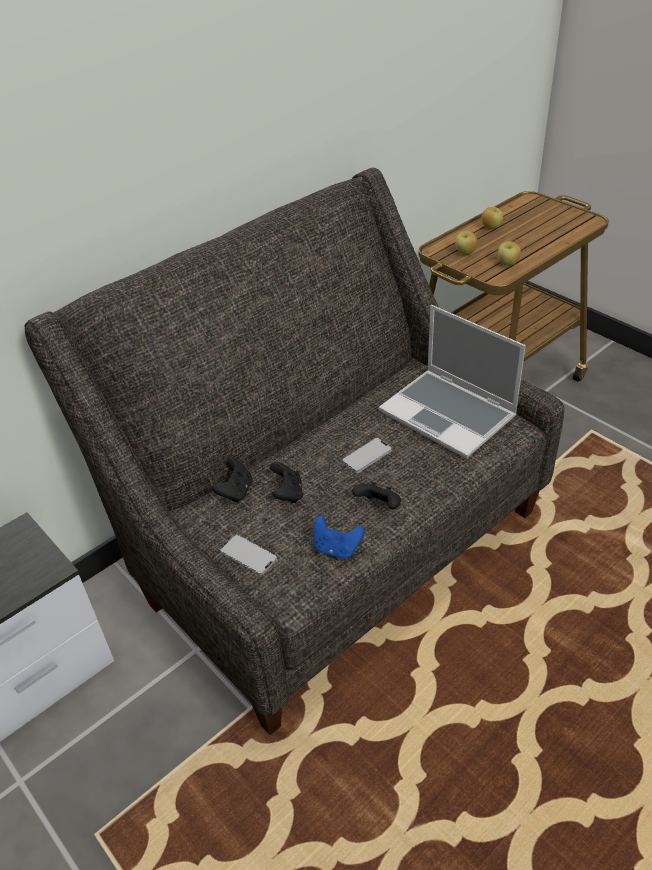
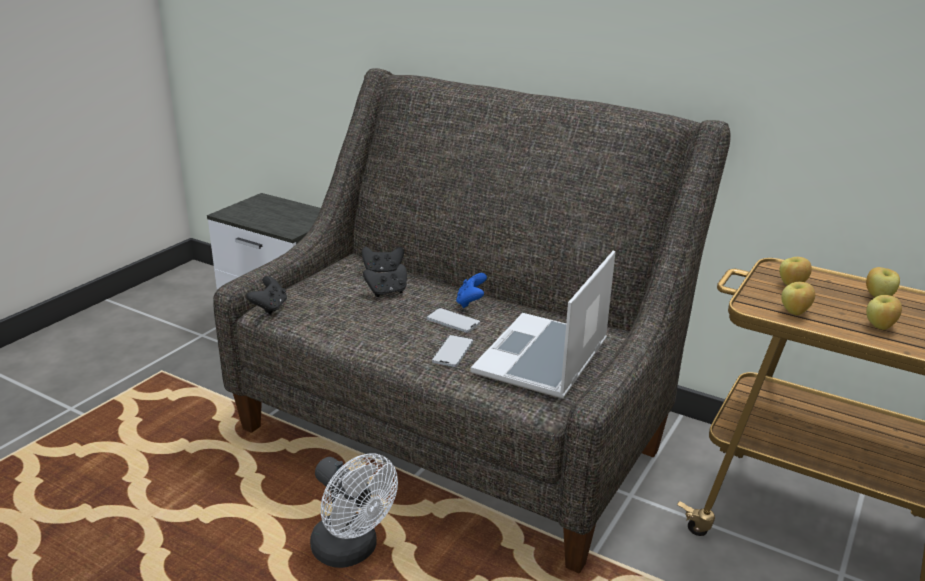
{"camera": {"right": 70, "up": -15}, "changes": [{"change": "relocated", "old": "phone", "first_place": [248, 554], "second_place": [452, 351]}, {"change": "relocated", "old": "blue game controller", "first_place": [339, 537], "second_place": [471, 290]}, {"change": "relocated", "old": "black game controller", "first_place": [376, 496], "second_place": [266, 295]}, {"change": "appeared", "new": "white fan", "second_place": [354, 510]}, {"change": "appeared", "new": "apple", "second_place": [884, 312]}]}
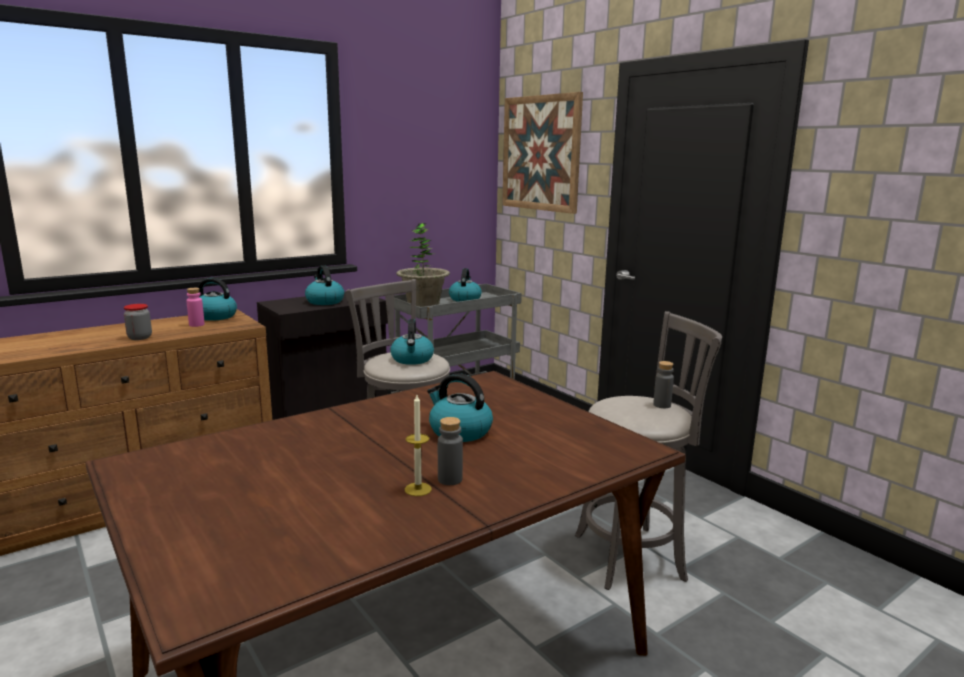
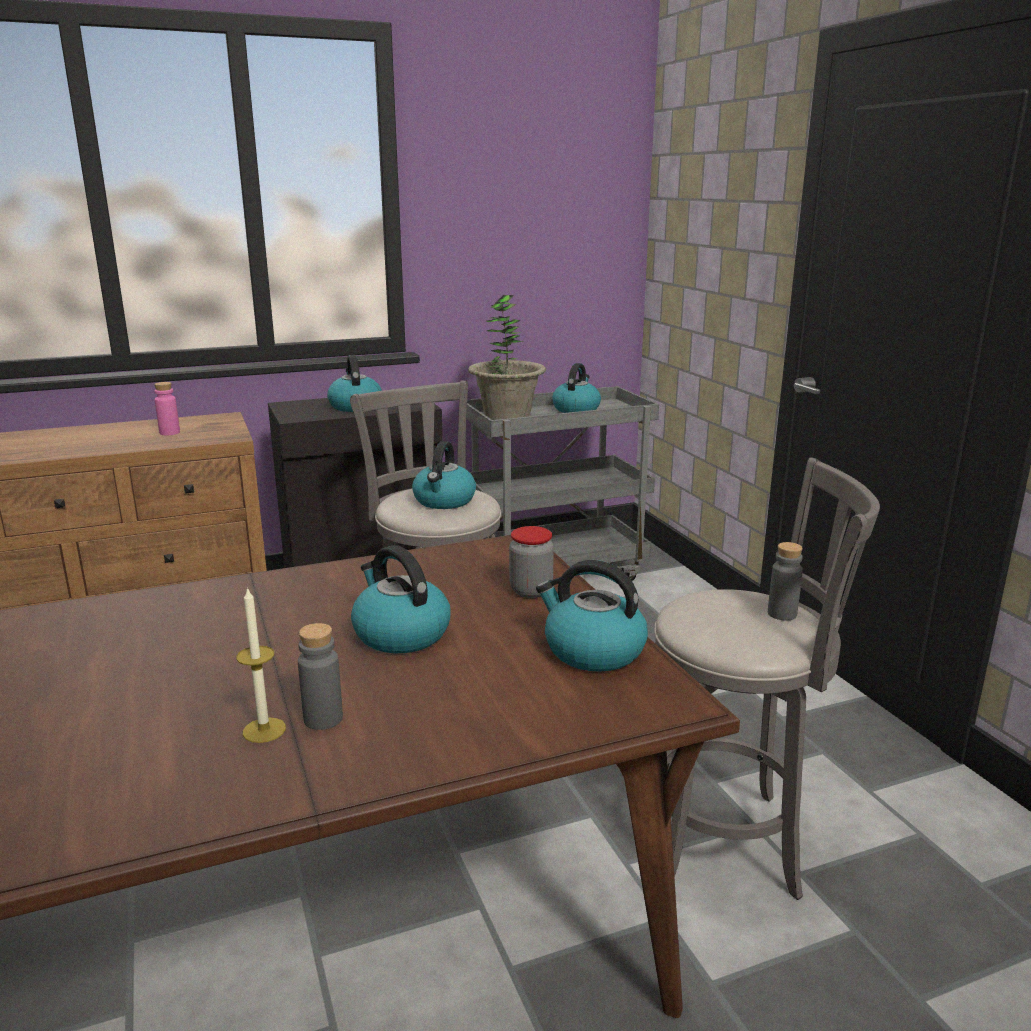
{"camera": {"right": 15, "up": 5}, "changes": [{"change": "relocated", "old": "jar", "first_place": [138, 322], "second_place": [531, 562]}, {"change": "relocated", "old": "kettle", "first_place": [217, 299], "second_place": [592, 616]}, {"change": "missing", "old": "picture", "first_place": [542, 153]}]}
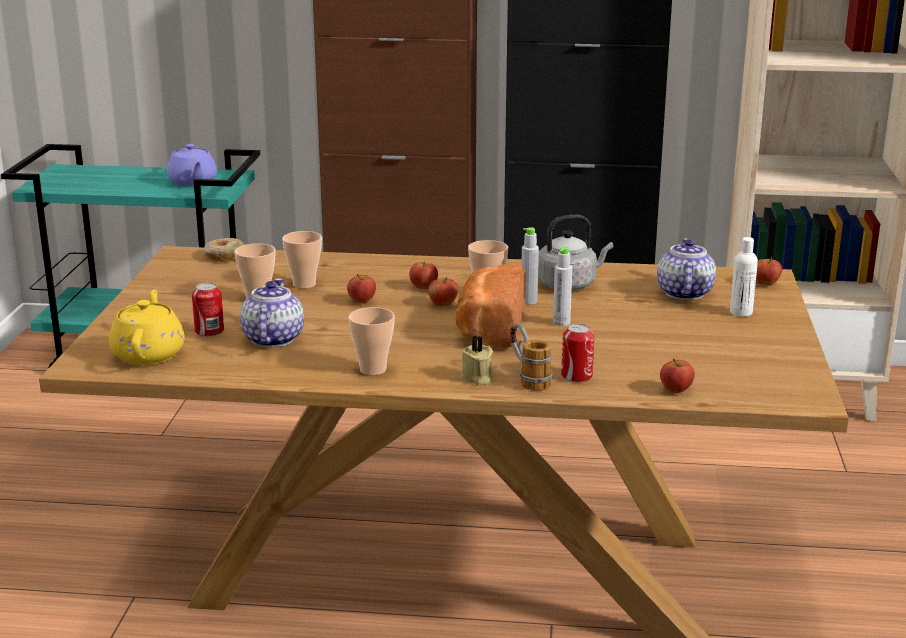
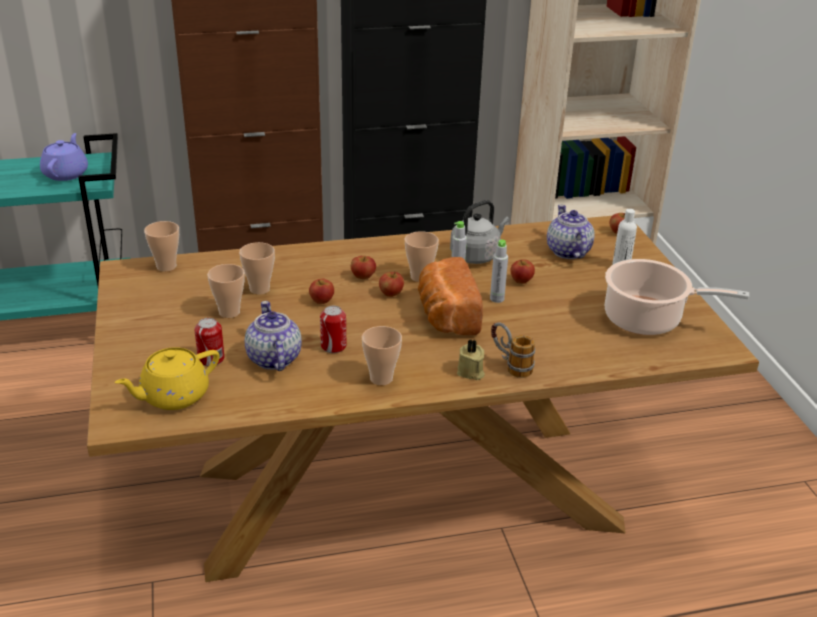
{"camera": {"right": -20, "up": 10}, "changes": [{"change": "spun", "old": "yellow teapot", "first_place": [147, 327], "second_place": [167, 378], "degrees": -105}, {"change": "spun", "old": "purple teapot", "first_place": [192, 165], "second_place": [64, 157], "degrees": -135}, {"change": "exchanged", "old": "donut", "new": "cup", "first_place": [224, 250], "second_place": [161, 246]}, {"change": "relocated", "old": "can", "first_place": [577, 353], "second_place": [333, 329]}, {"change": "relocated", "old": "apple", "first_place": [677, 375], "second_place": [522, 271]}, {"change": "appeared", "new": "cooking pot", "second_place": [677, 297]}]}
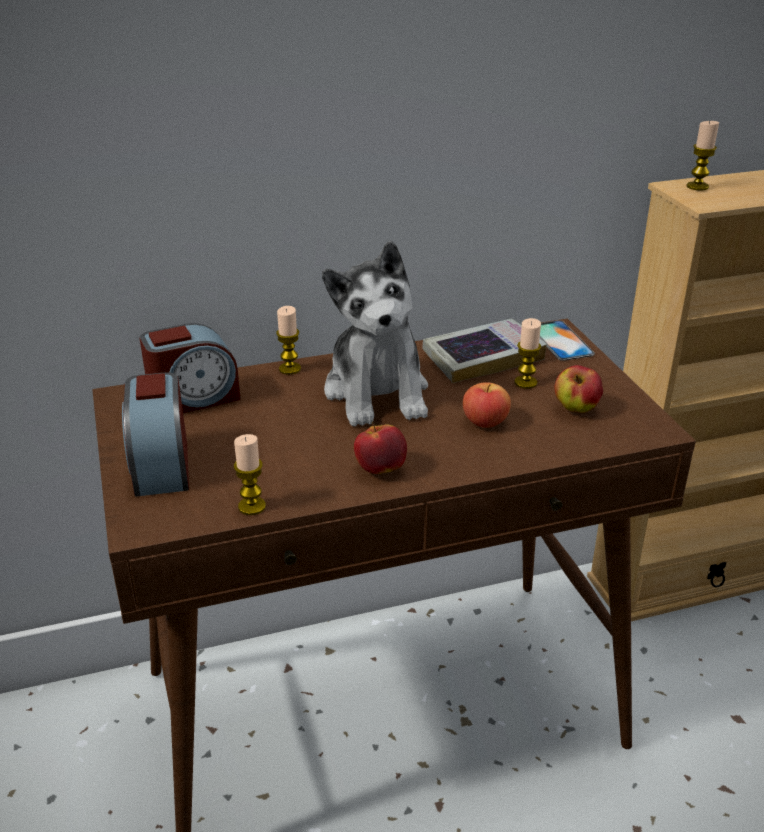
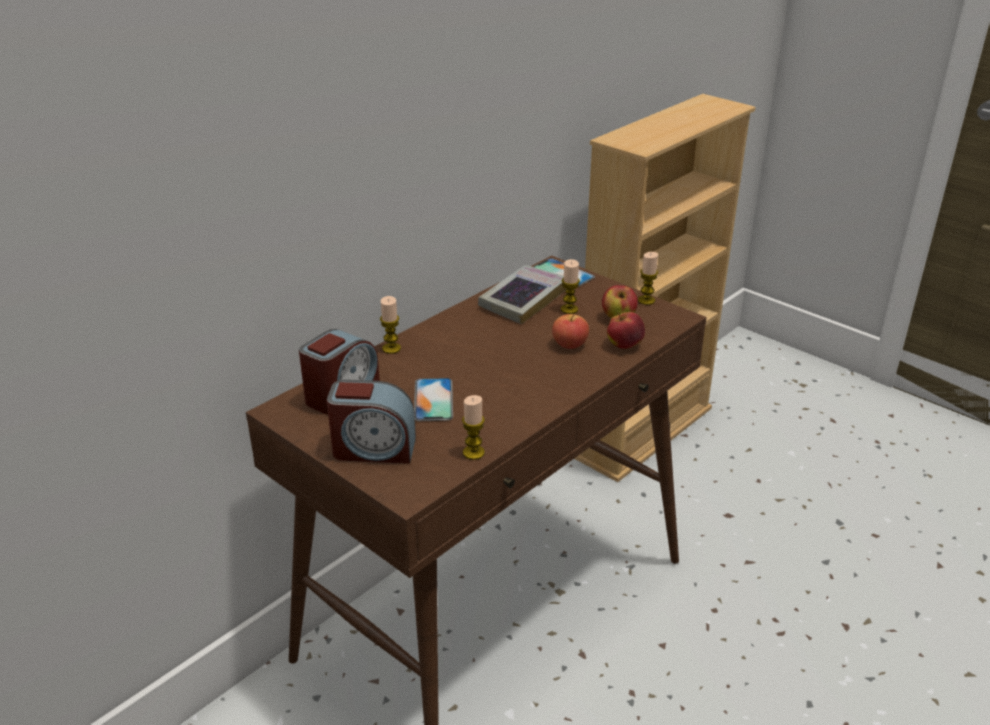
{"camera": {"right": -30, "up": 0}, "changes": [{"change": "spun", "old": "alarm clock", "first_place": [155, 434], "second_place": [371, 421], "degrees": -45}, {"change": "missing", "old": "plush toy", "first_place": [375, 334]}, {"change": "relocated", "old": "apple", "first_place": [380, 448], "second_place": [626, 330]}, {"change": "relocated", "old": "candle", "first_place": [703, 156], "second_place": [648, 278]}, {"change": "appeared", "new": "phone", "second_place": [433, 399]}]}
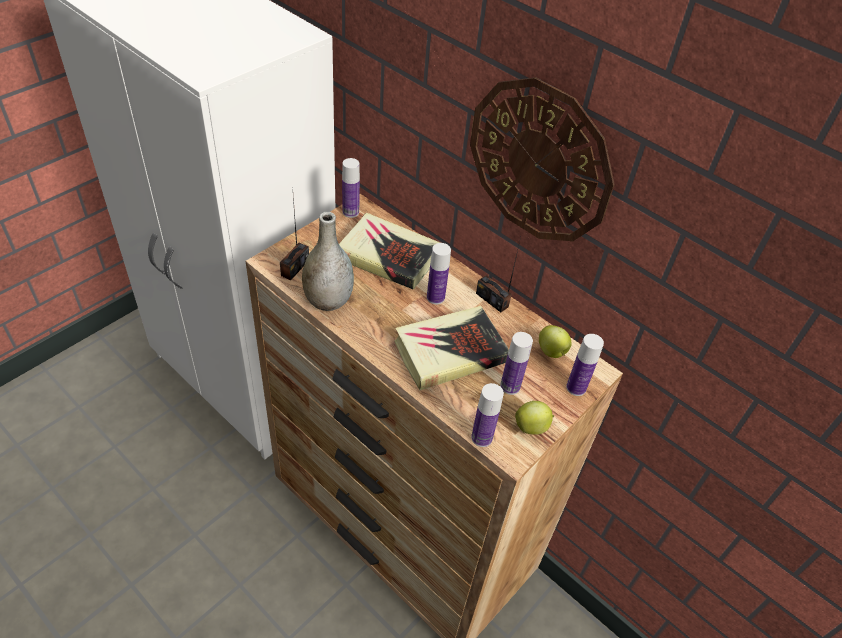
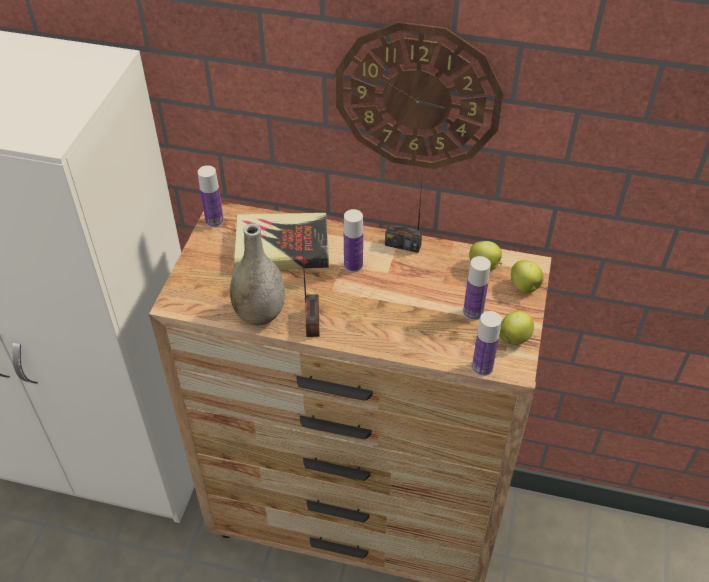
{"camera": {"right": -25, "up": 0}, "changes": [{"change": "relocated", "old": "radio", "first_place": [294, 238], "second_place": [310, 290]}, {"change": "missing", "old": "book", "first_place": [451, 348]}, {"change": "exchanged", "old": "bottle", "new": "apple", "first_place": [585, 365], "second_place": [527, 276]}]}
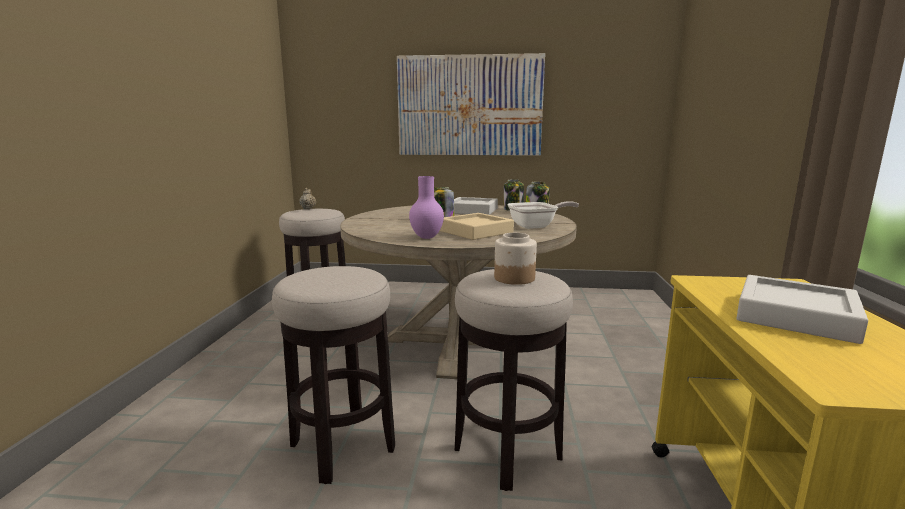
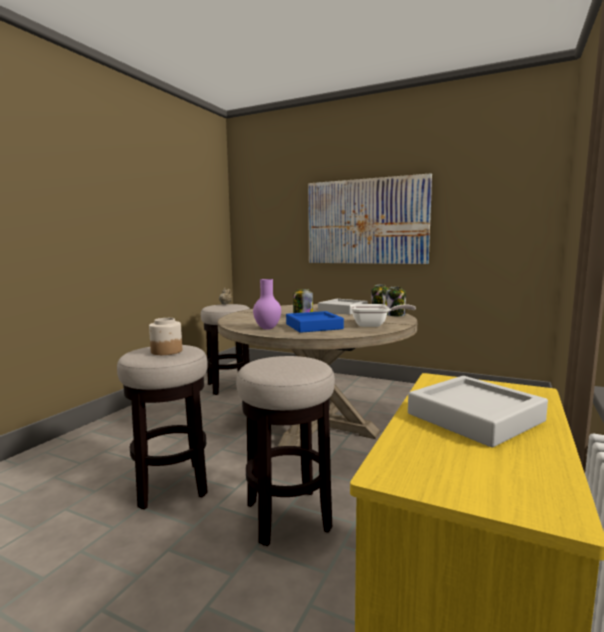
{"camera": {"right": 20, "up": -5}, "changes": [{"change": "colour", "old": "beige tray", "new": "blue tray", "first_place": [477, 226], "second_place": [315, 322]}, {"change": "relocated", "old": "jar", "first_place": [515, 259], "second_place": [165, 336]}]}
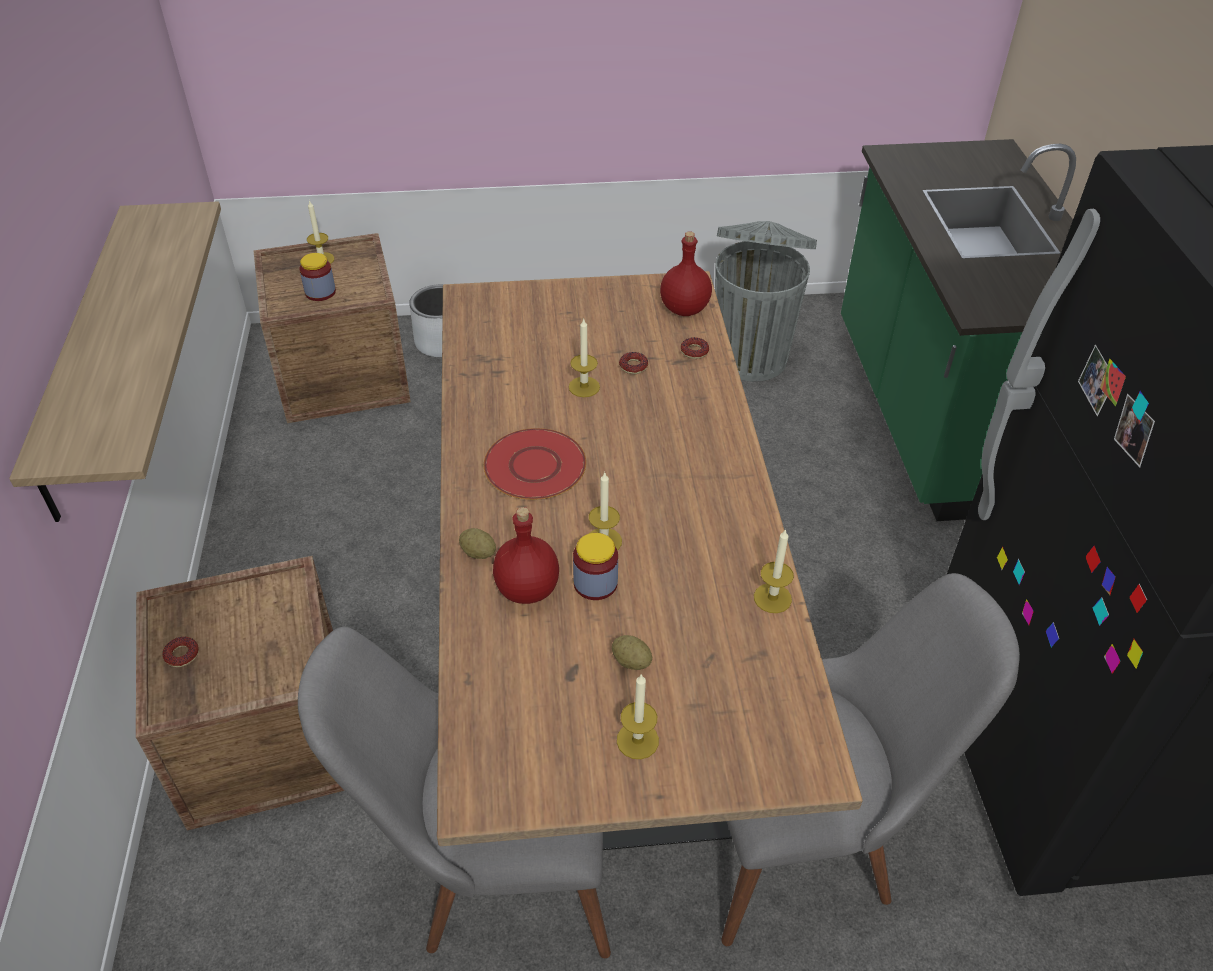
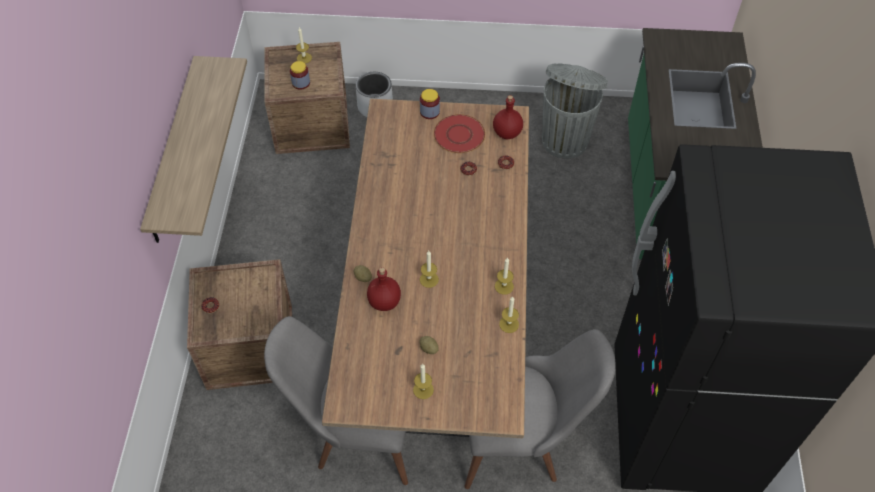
{"camera": {"right": 10, "up": 10}, "changes": [{"change": "relocated", "old": "red plate", "first_place": [535, 464], "second_place": [459, 133]}, {"change": "relocated", "old": "candle", "first_place": [584, 358], "second_place": [504, 276]}, {"change": "relocated", "old": "jar", "first_place": [595, 566], "second_place": [430, 104]}]}
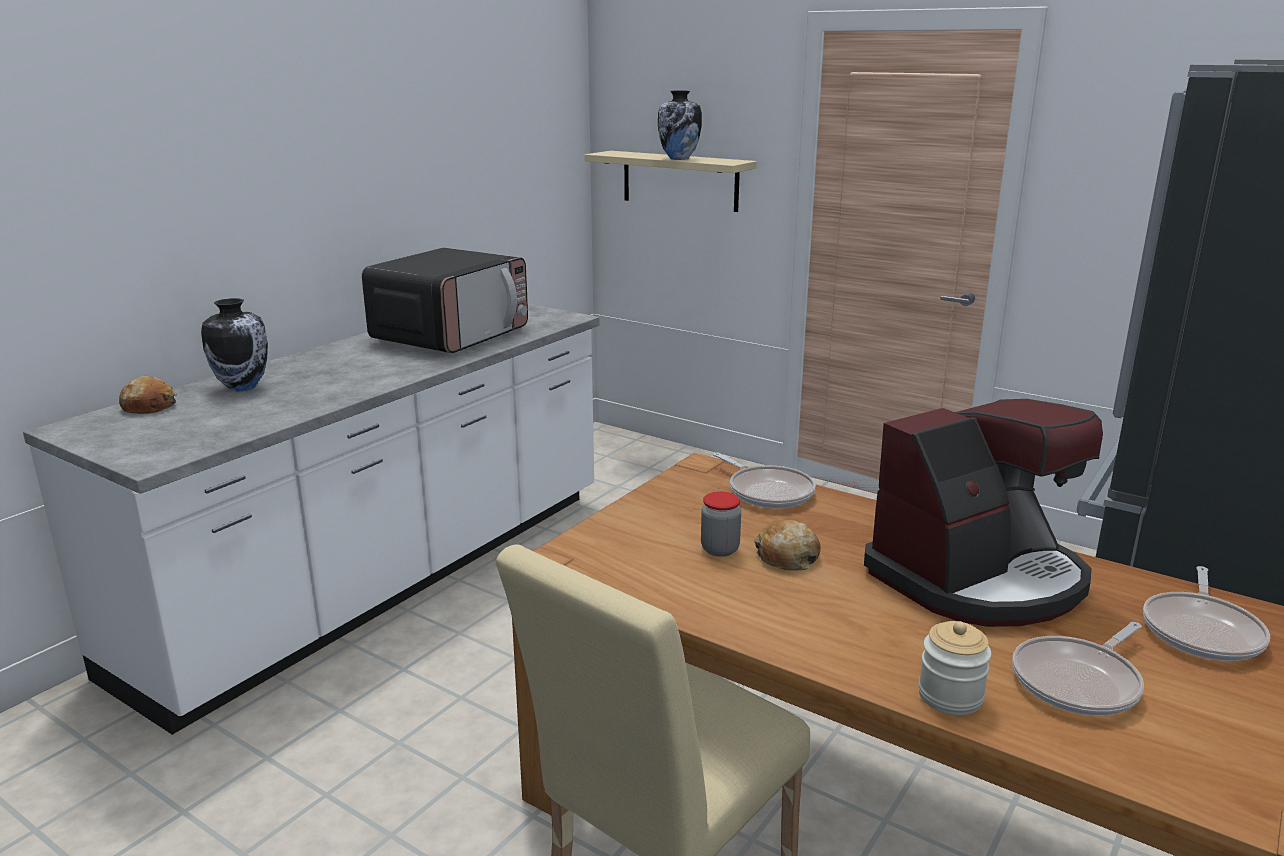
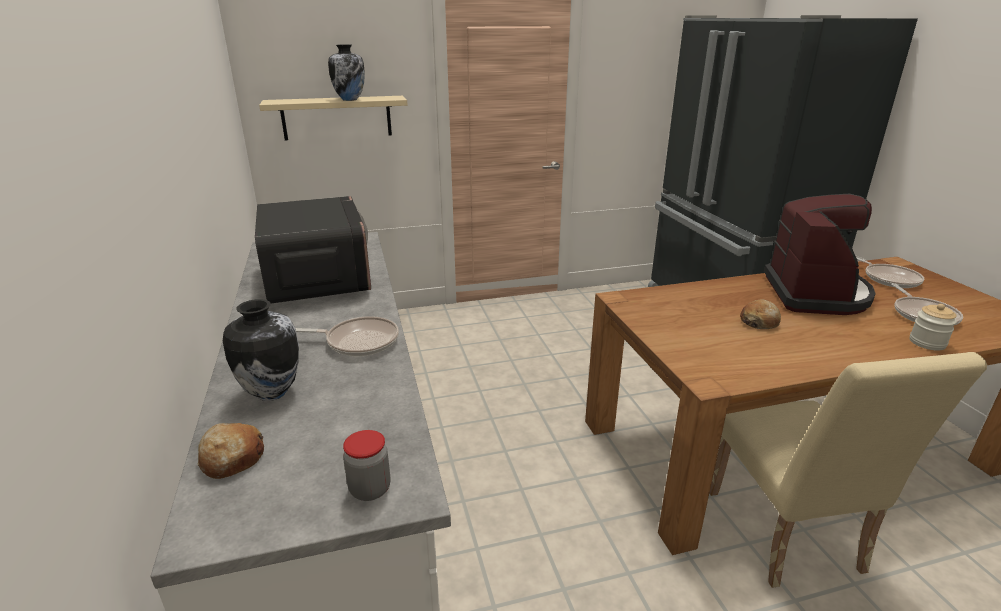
{"camera": {"right": -50, "up": 5}, "changes": [{"change": "relocated", "old": "jar", "first_place": [721, 524], "second_place": [367, 465]}, {"change": "relocated", "old": "frying pan", "first_place": [764, 481], "second_place": [347, 336]}]}
